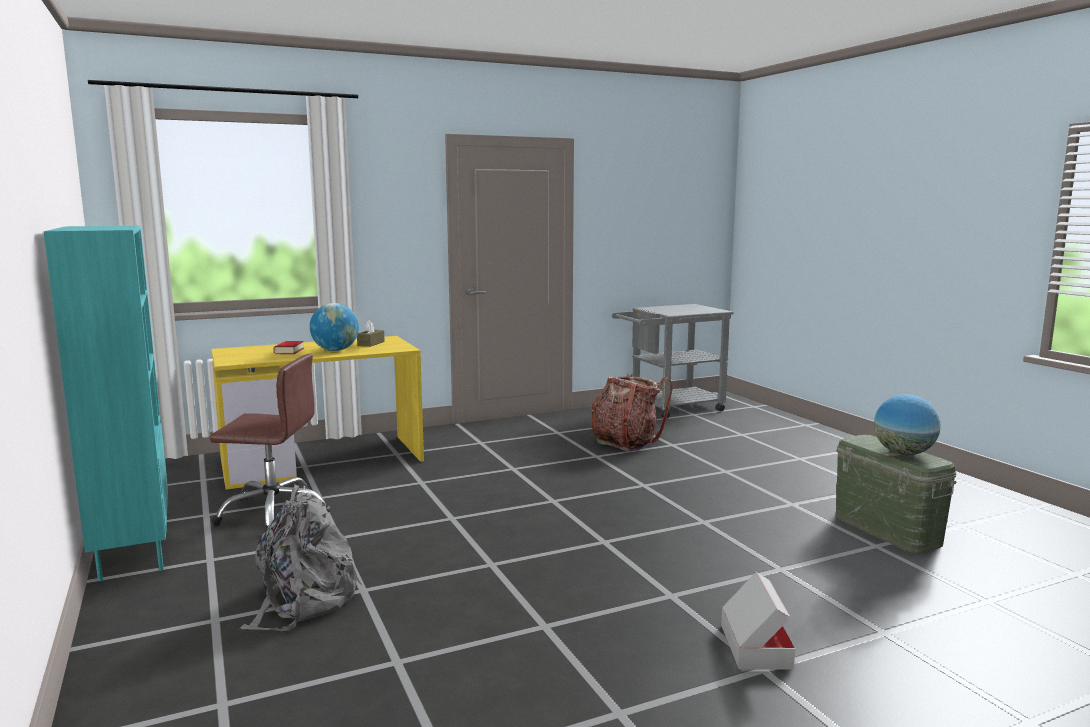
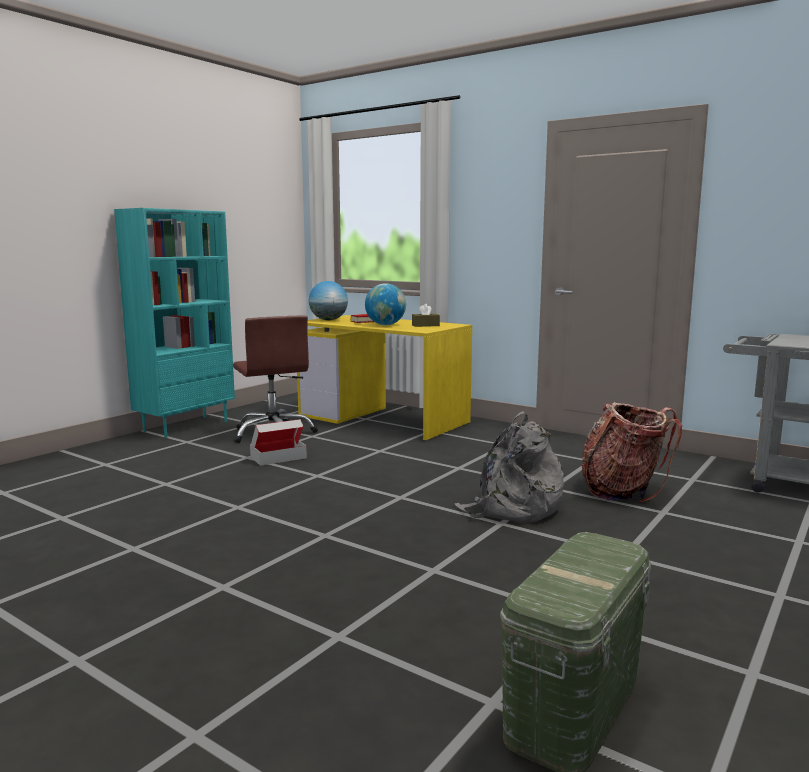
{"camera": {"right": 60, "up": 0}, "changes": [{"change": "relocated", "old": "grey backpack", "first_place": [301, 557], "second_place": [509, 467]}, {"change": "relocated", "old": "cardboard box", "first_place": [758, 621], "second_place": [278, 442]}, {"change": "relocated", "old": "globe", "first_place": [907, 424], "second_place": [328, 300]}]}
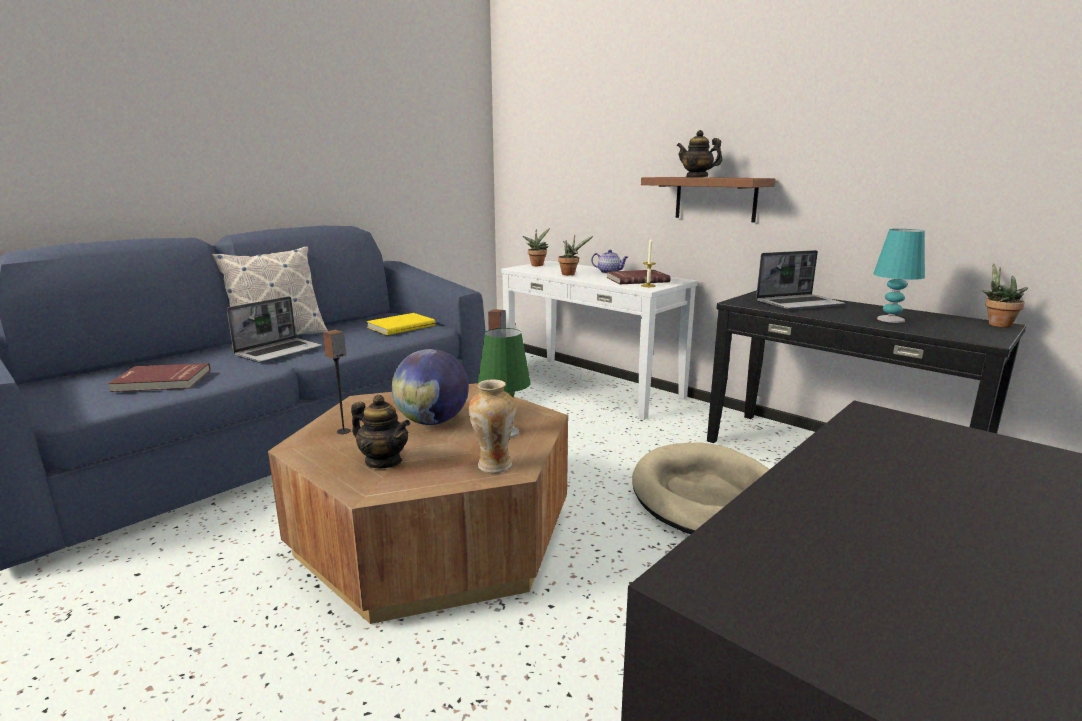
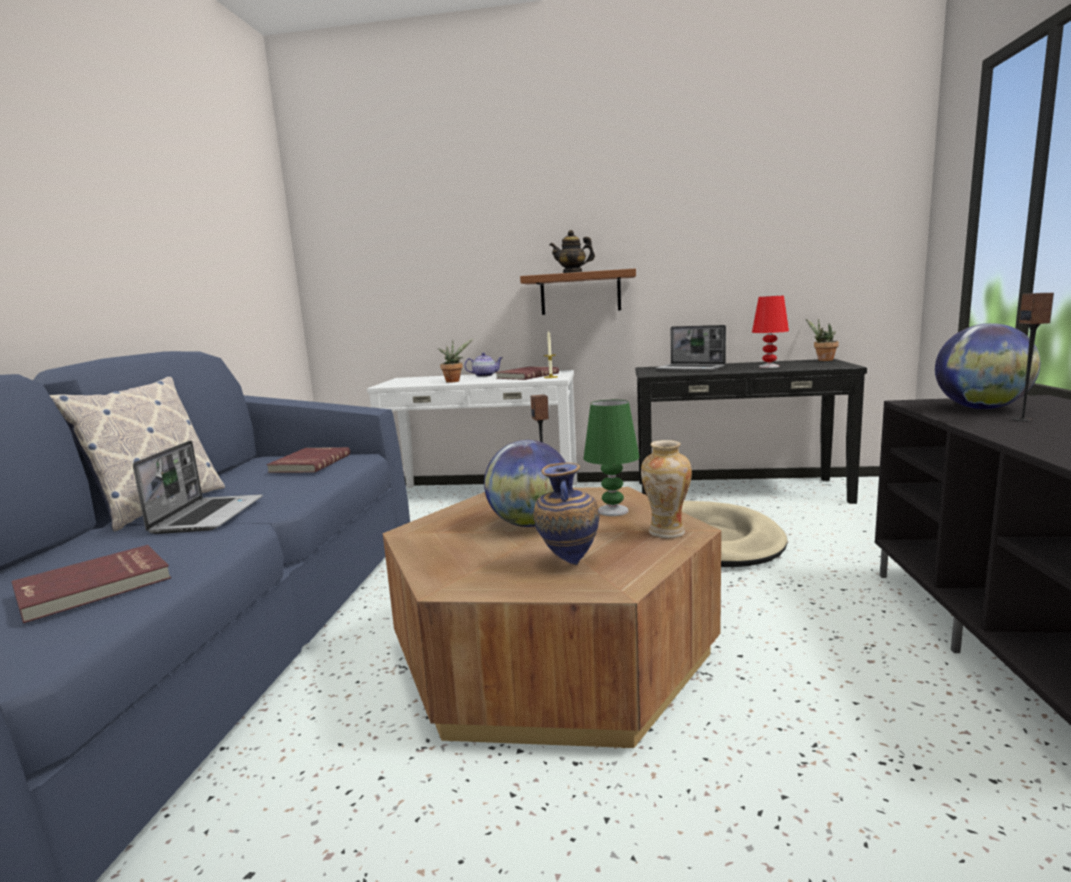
{"camera": {"right": -35, "up": -5}, "changes": [{"change": "relocated", "old": "speaker", "first_place": [337, 382], "second_place": [1033, 357]}, {"change": "exchanged", "old": "teapot", "new": "vase", "first_place": [380, 431], "second_place": [566, 513]}, {"change": "colour", "old": "yellow book", "new": "red book", "first_place": [401, 324], "second_place": [308, 460]}, {"change": "missing", "old": "potted plant", "first_place": [536, 247]}, {"change": "spun", "old": "laptop", "first_place": [800, 280], "second_place": [690, 348], "degrees": 90}, {"change": "colour", "old": "turquoise table lamp", "new": "red table lamp", "first_place": [899, 276], "second_place": [770, 332]}, {"change": "appeared", "new": "globe", "second_place": [987, 366]}]}
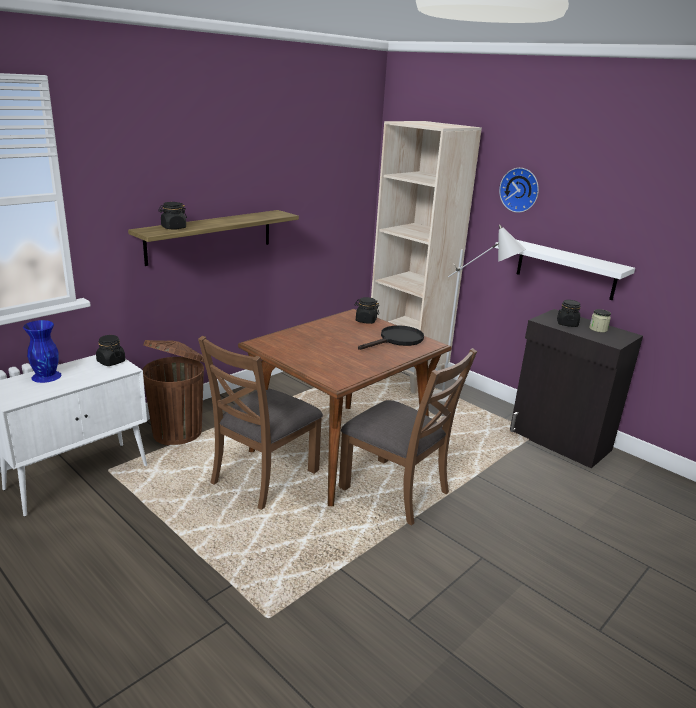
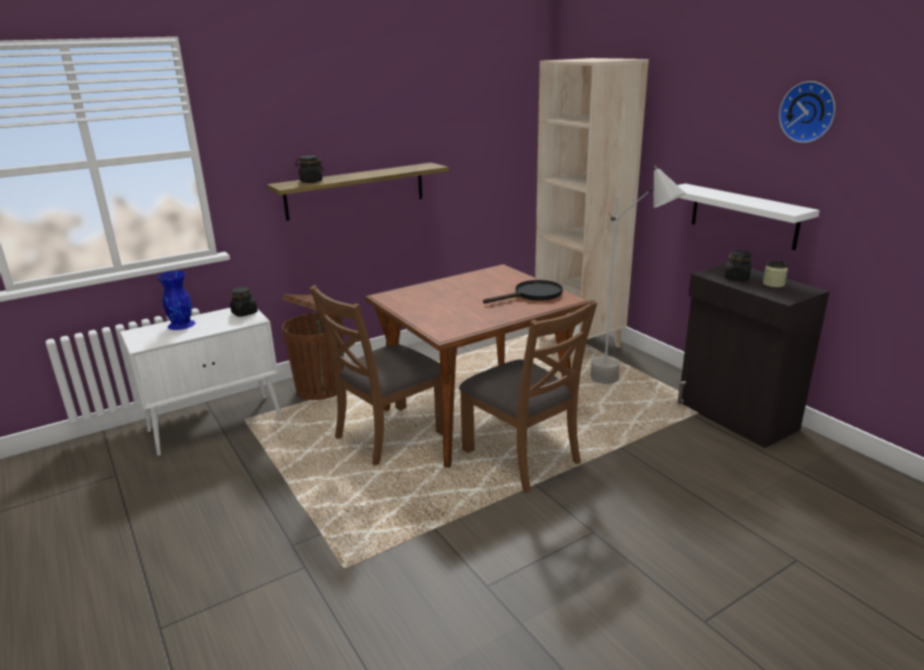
{"camera": {"right": 15, "up": 0}, "changes": [{"change": "missing", "old": "black jar", "first_place": [366, 310]}, {"change": "relocated", "old": "wall clock", "first_place": [519, 190], "second_place": [807, 112]}]}
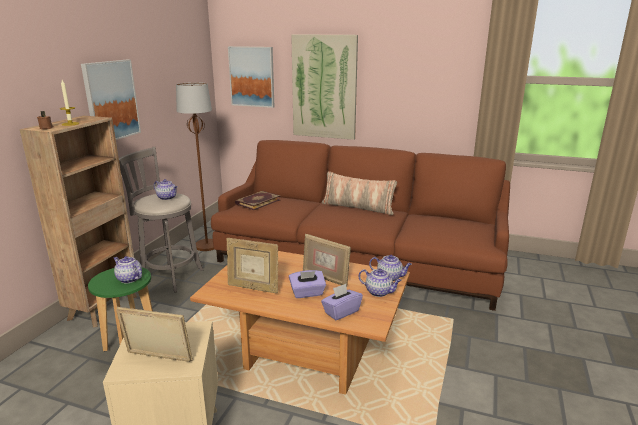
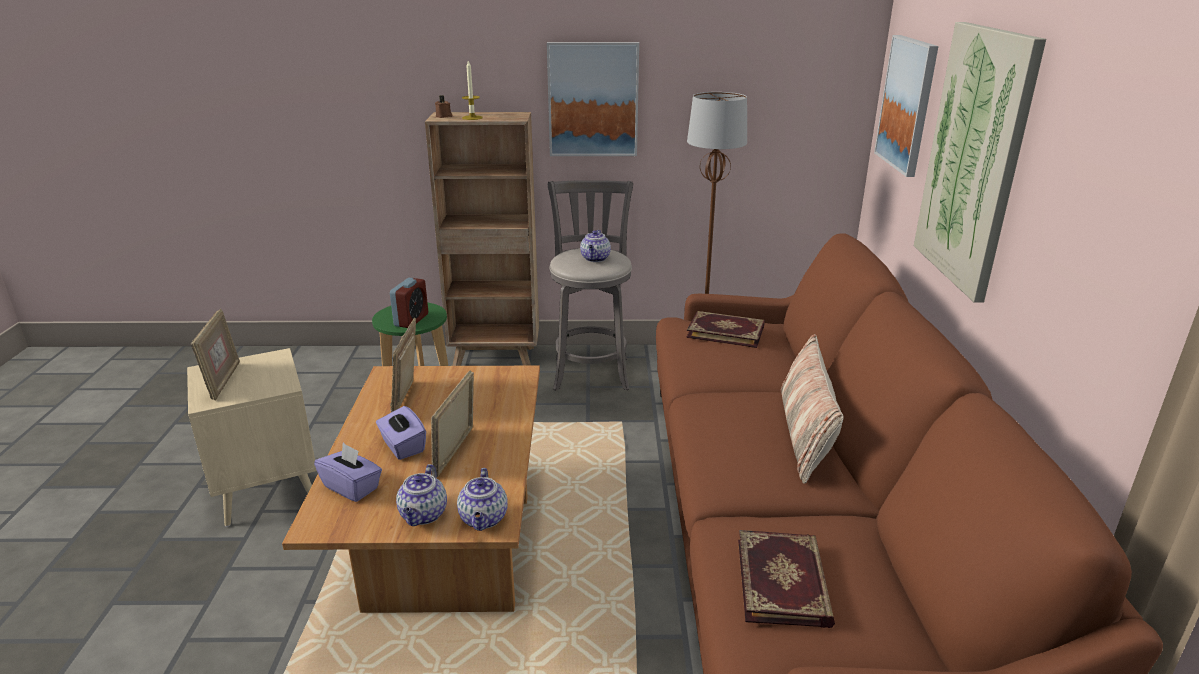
{"camera": {"right": 70, "up": 5}, "changes": [{"change": "exchanged", "old": "teapot", "new": "alarm clock", "first_place": [128, 269], "second_place": [409, 303]}, {"change": "appeared", "new": "book", "second_place": [786, 579]}]}
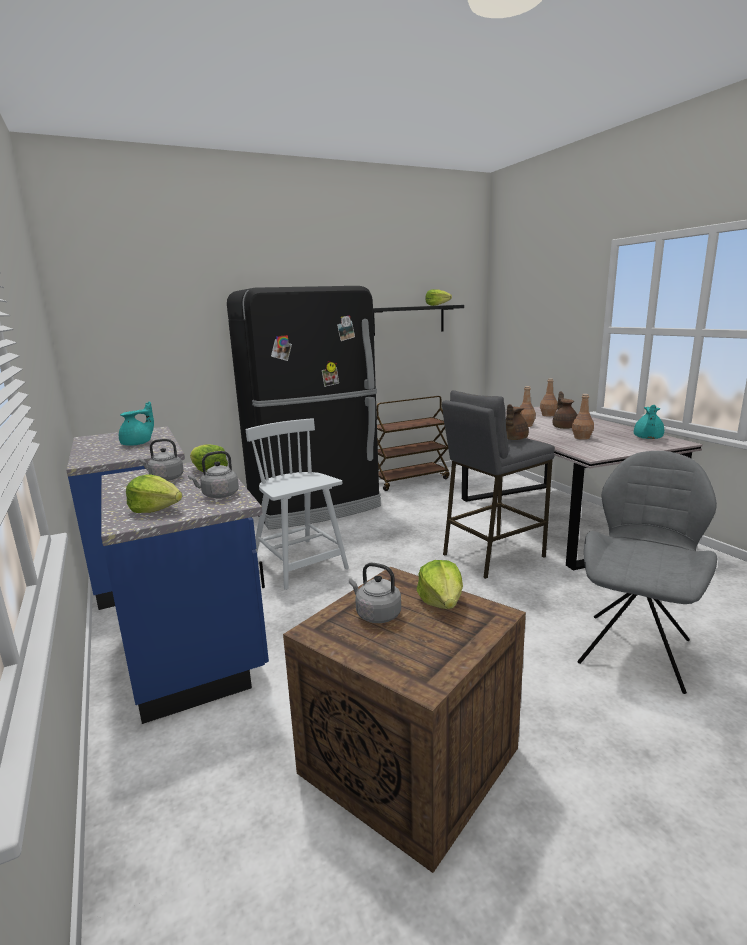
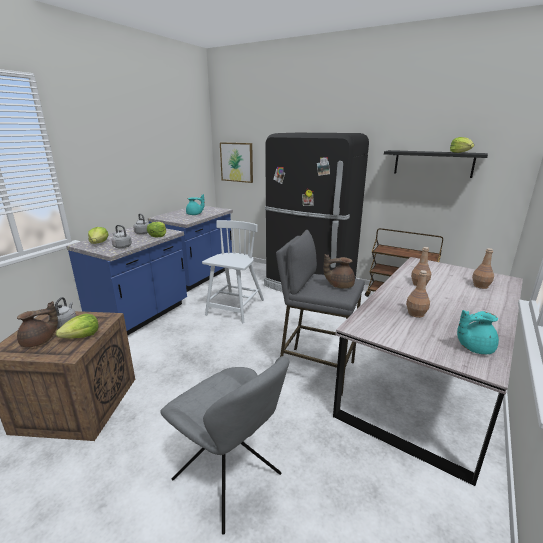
{"camera": {"right": 55, "up": 5}, "changes": [{"change": "relocated", "old": "brown teapot", "first_place": [565, 410], "second_place": [37, 324]}, {"change": "spun", "old": "grey chair", "first_place": [647, 572], "second_place": [224, 445], "degrees": 45}, {"change": "appeared", "new": "picture", "second_place": [236, 162]}]}
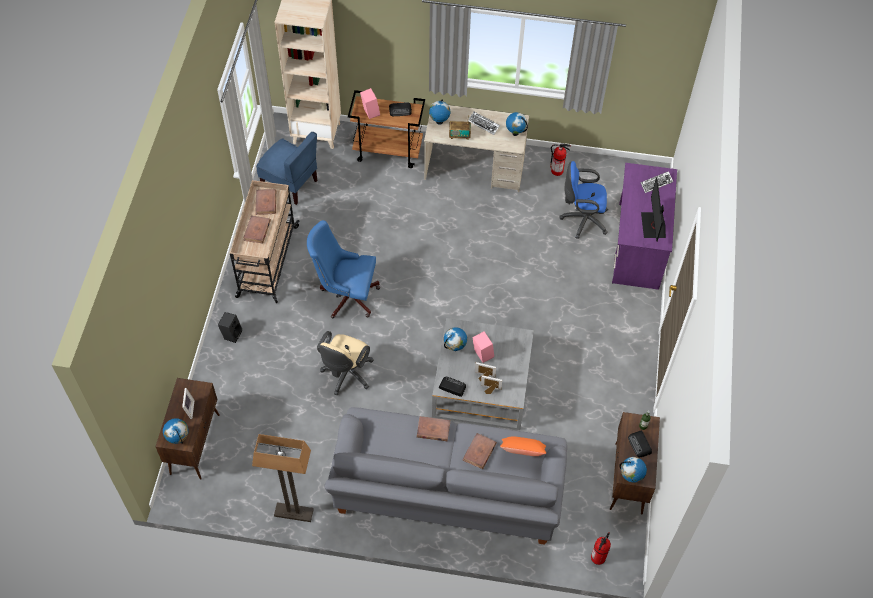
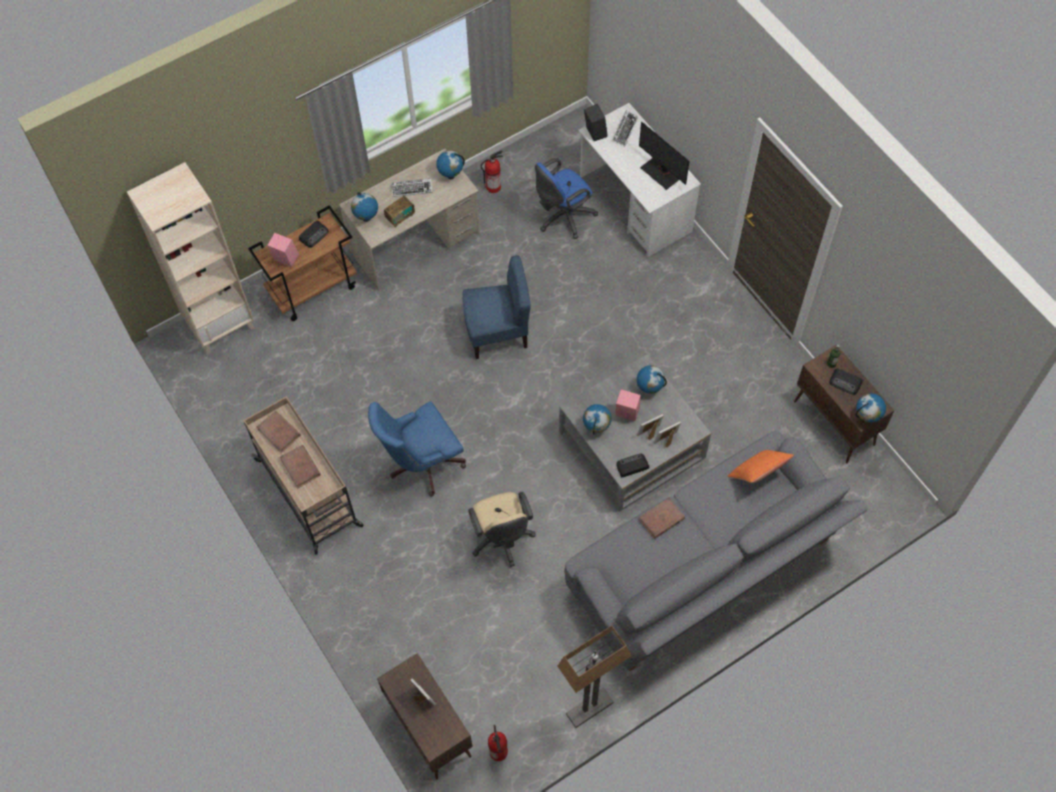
{"camera": {"right": -40, "up": 5}, "changes": [{"change": "relocated", "old": "globe", "first_place": [175, 431], "second_place": [652, 379]}, {"change": "relocated", "old": "black speaker", "first_place": [230, 327], "second_place": [596, 122]}, {"change": "relocated", "old": "blue chair", "first_place": [286, 168], "second_place": [496, 307]}, {"change": "missing", "old": "brown book", "first_place": [480, 451]}, {"change": "relocated", "old": "fire extinguisher", "first_place": [601, 548], "second_place": [498, 743]}, {"change": "colour", "old": "purple desk", "new": "white desk", "first_place": [644, 226], "second_place": [640, 180]}]}
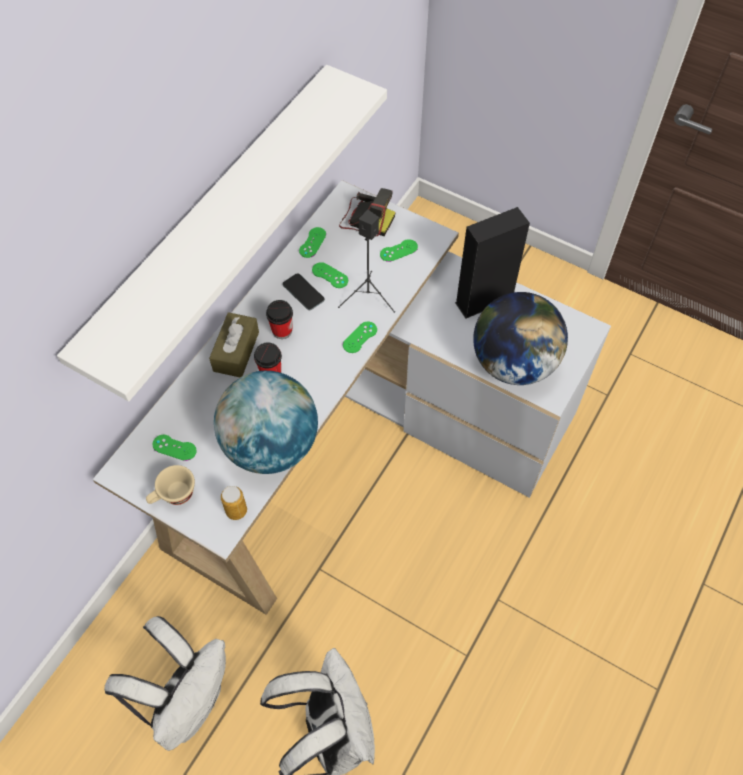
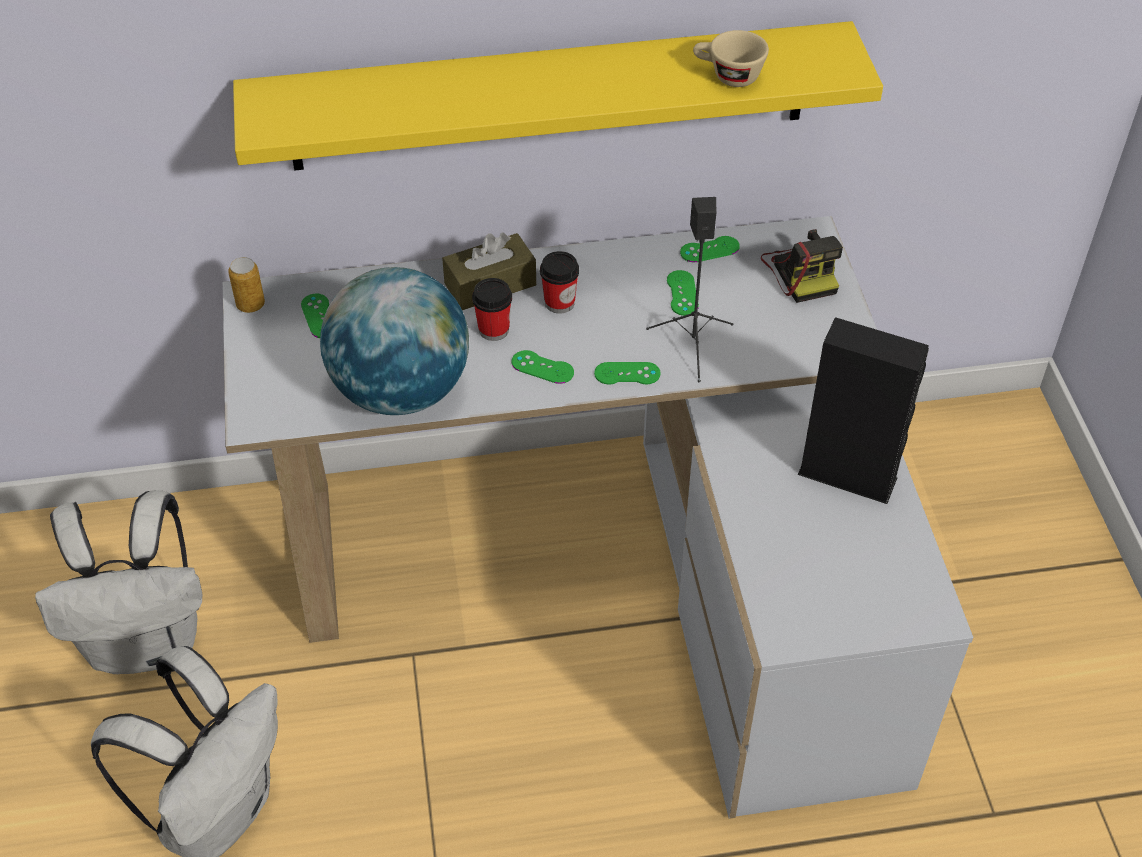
{"camera": {"right": 50, "up": -10}, "changes": [{"change": "colour", "old": "white shelf", "new": "yellow shelf", "first_place": [222, 233], "second_place": [558, 96]}, {"change": "relocated", "old": "beige cup", "first_place": [170, 485], "second_place": [731, 58]}, {"change": "relocated", "old": "can", "first_place": [234, 503], "second_place": [246, 285]}, {"change": "missing", "old": "phone", "first_place": [304, 291]}, {"change": "relocated", "old": "green game controller", "first_place": [399, 250], "second_place": [543, 367]}, {"change": "missing", "old": "globe", "first_place": [520, 338]}]}
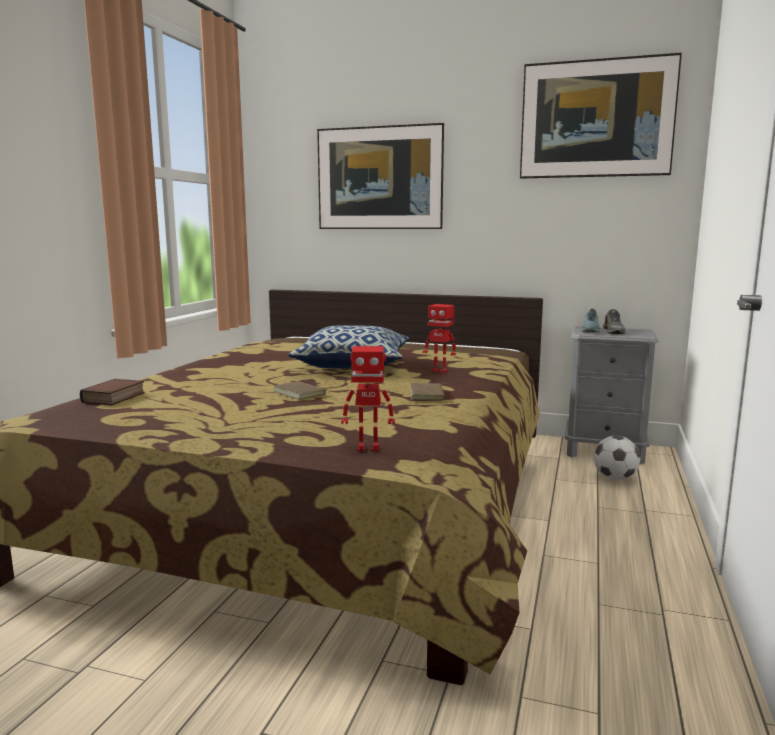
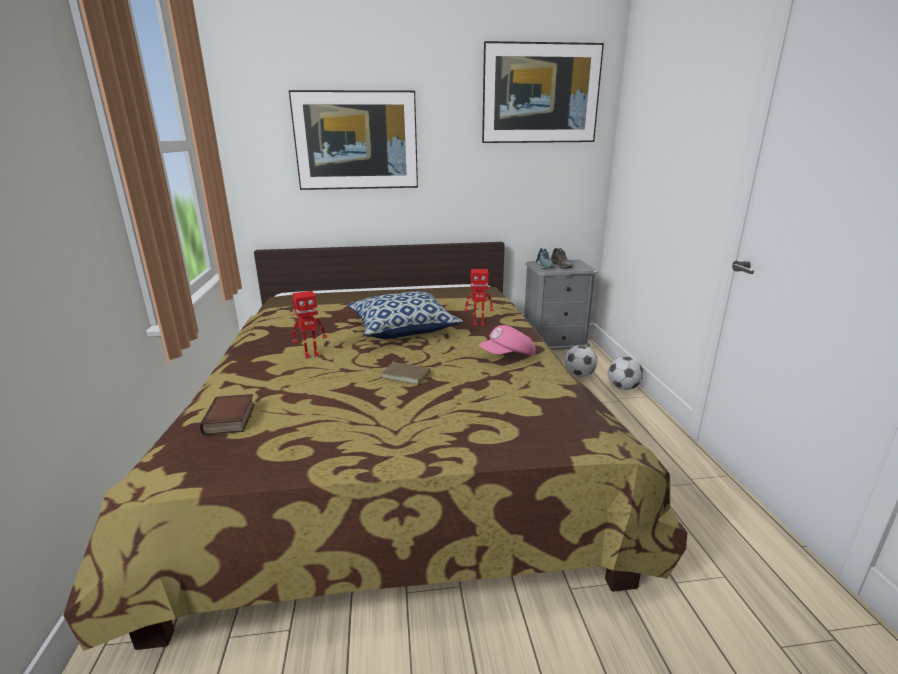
{"camera": {"right": -25, "up": 10}, "changes": [{"change": "relocated", "old": "toy robot", "first_place": [368, 399], "second_place": [309, 324]}, {"change": "exchanged", "old": "brown book", "new": "pink cap", "first_place": [430, 391], "second_place": [507, 340]}, {"change": "appeared", "new": "football", "second_place": [625, 373]}]}
